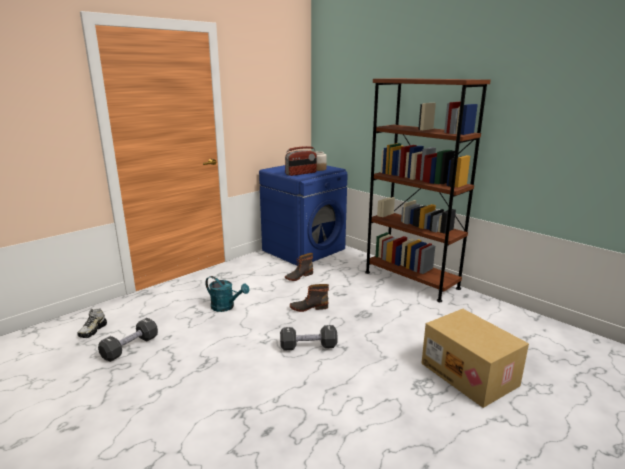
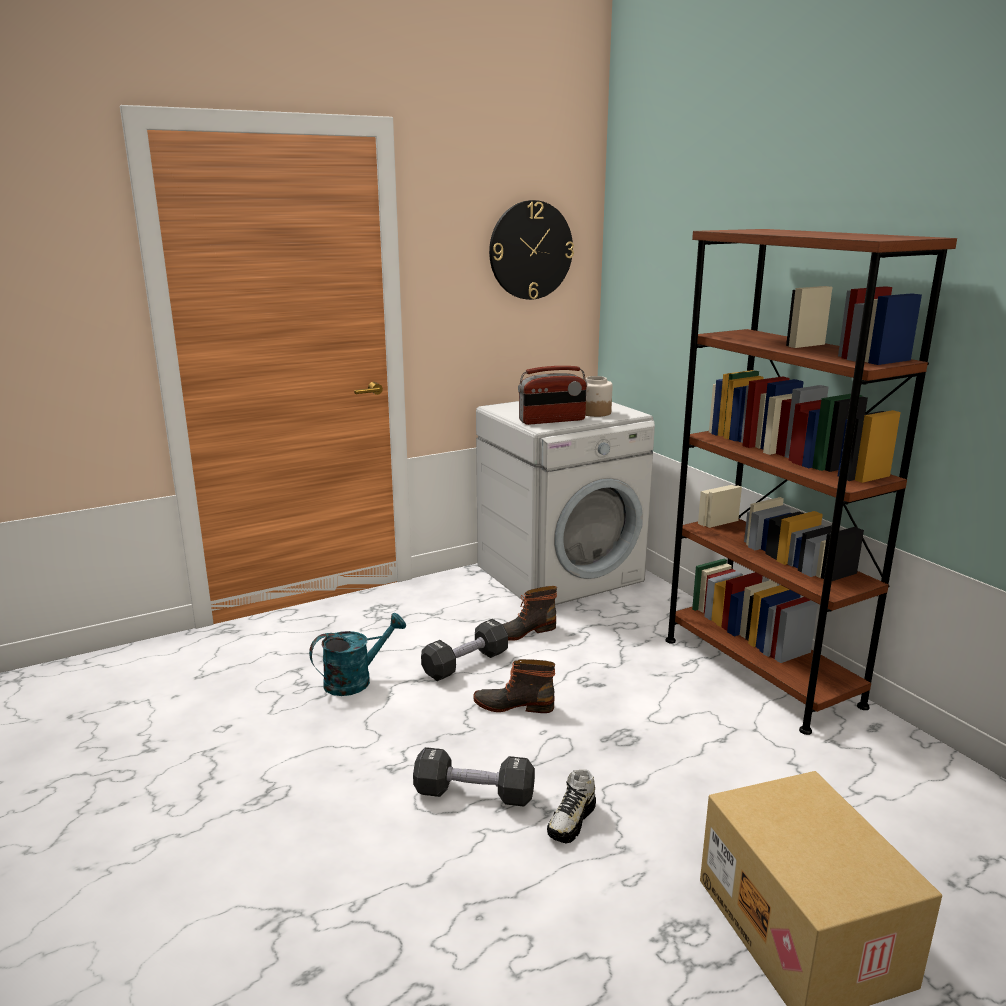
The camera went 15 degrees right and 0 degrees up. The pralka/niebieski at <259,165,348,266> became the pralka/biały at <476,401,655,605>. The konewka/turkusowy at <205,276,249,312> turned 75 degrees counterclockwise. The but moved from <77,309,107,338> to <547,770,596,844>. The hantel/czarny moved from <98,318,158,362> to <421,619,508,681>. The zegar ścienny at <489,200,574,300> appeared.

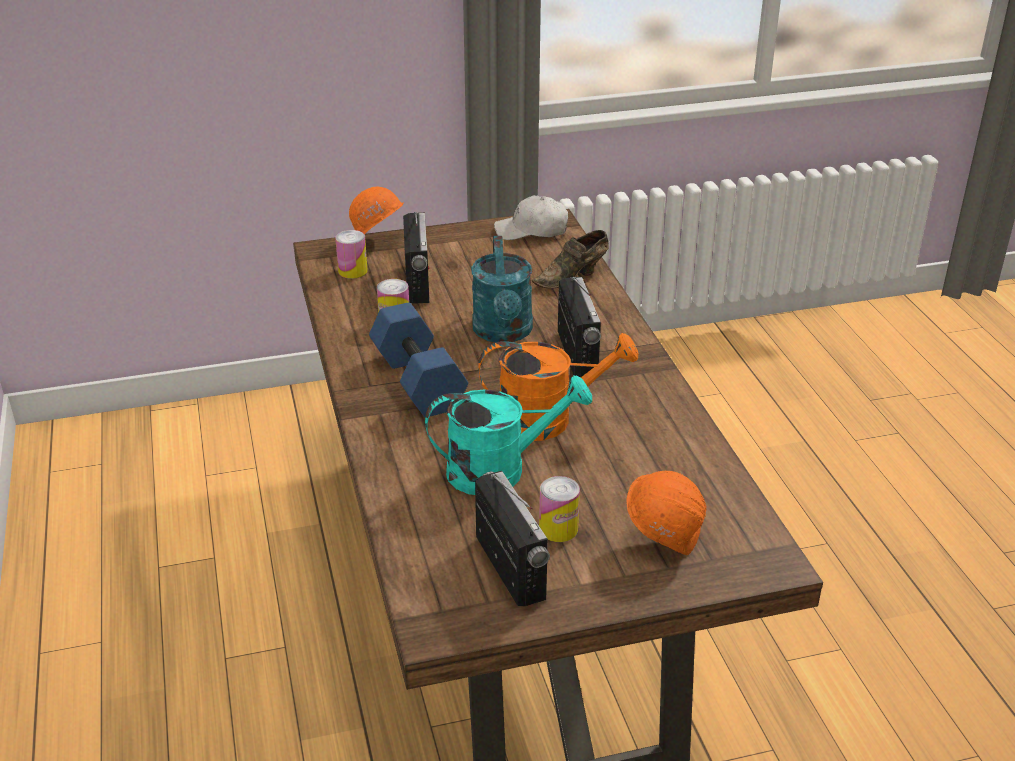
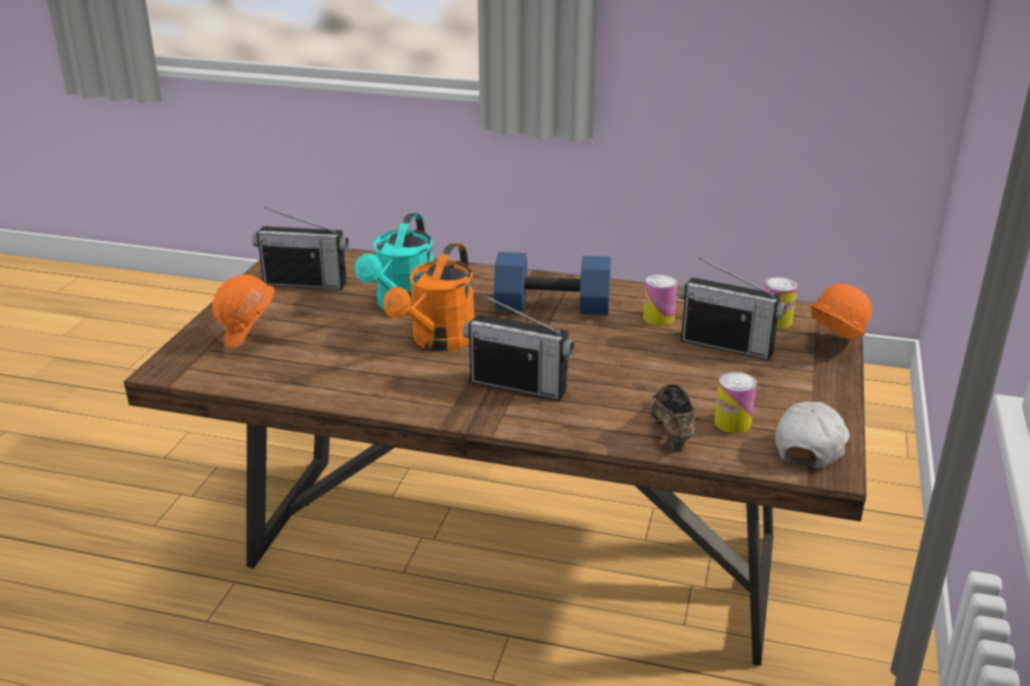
The camera went 120 degrees right and 5 degrees down. The konewka/turkusowy at <471,236,533,342> disappeared. The puszka moved from <539,476,580,542> to <714,372,757,433>.

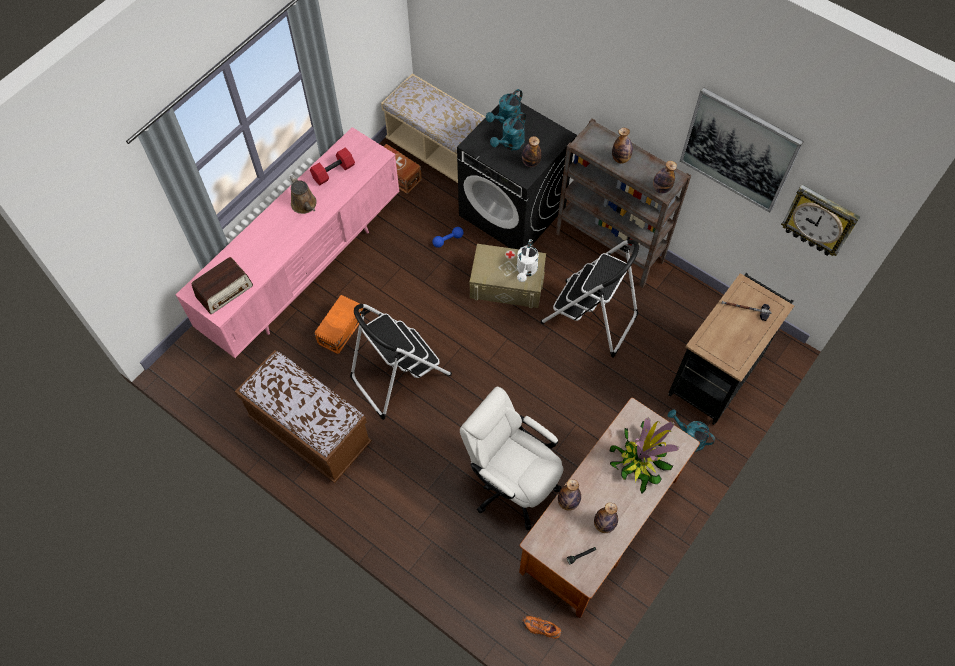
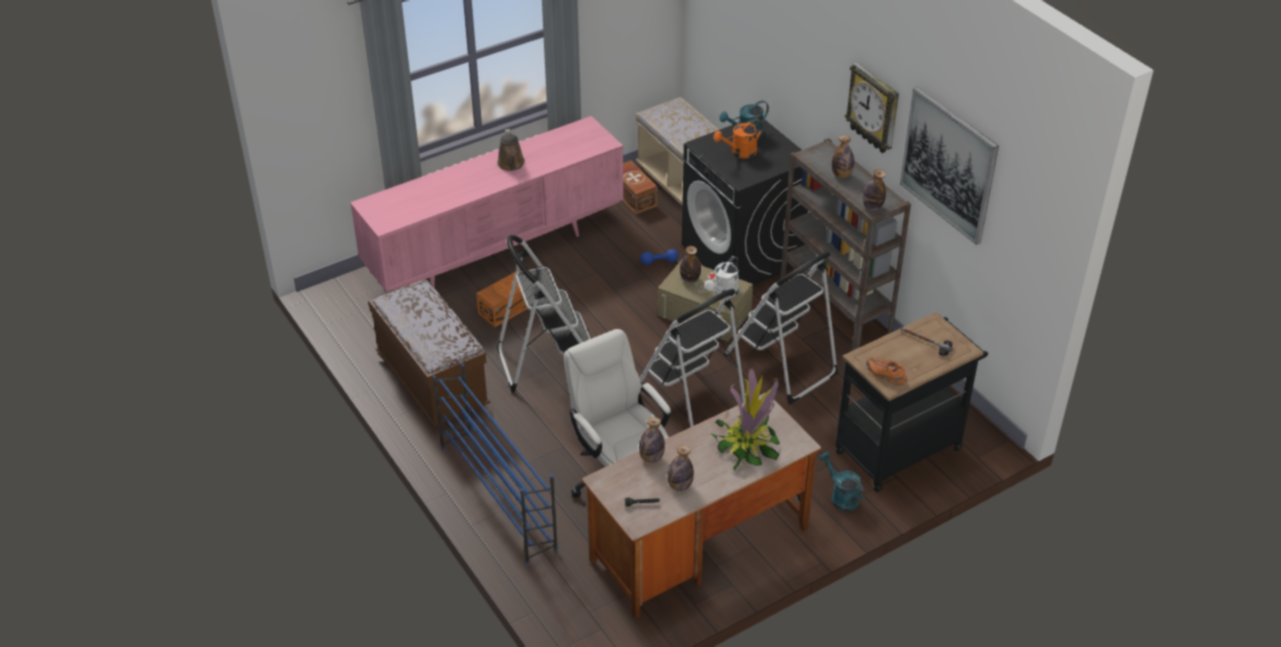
The camera went 20 degrees right and 20 degrees down. The konewka/turkusowy at <490,112,526,150> became the konewka/pomarańczowy at <713,119,763,159>. The butelka moved from <522,136,542,167> to <680,246,701,283>. The hantel/czerwony at <310,148,355,186> disappeared. The zegar ścienny moved from <781,185,860,256> to <845,62,899,153>. The radio at <191,257,253,314> disappeared. The but/pomarańczowy moved from <522,616,561,639> to <866,357,907,386>. The drabinka at <640,289,746,427> appeared. The regał na buty/niebieski at <433,364,558,564> appeared.

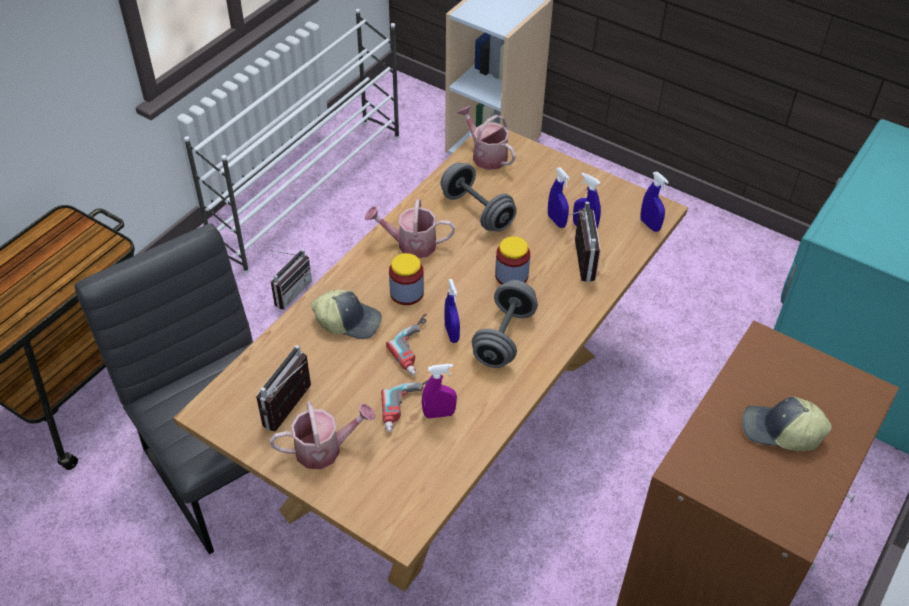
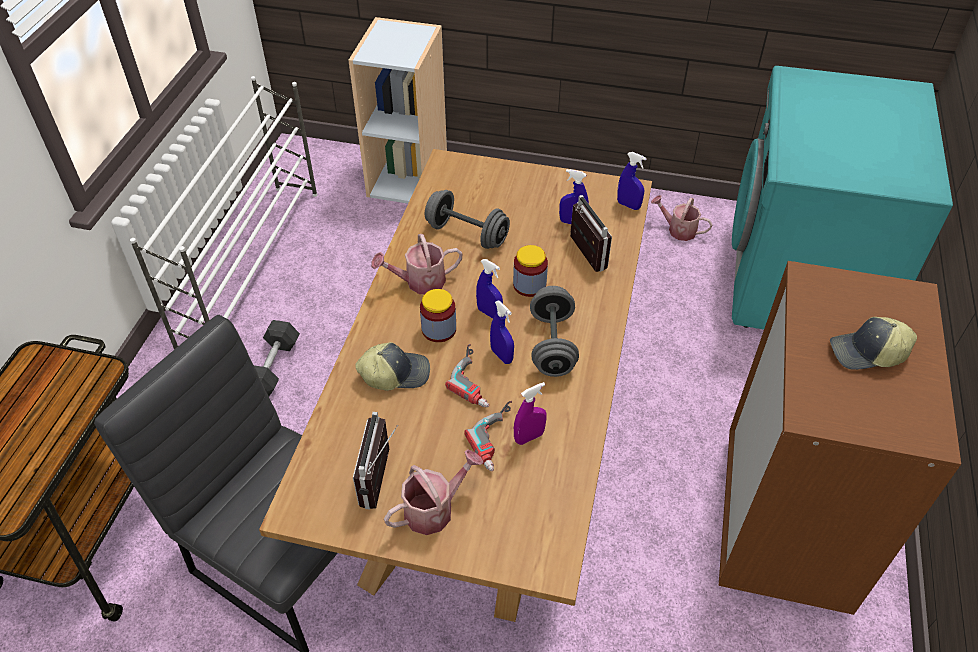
The camera went 20 degrees left and 0 degrees up. The konewka moved from <457,105,516,170> to <651,195,713,241>. The spryskiwacz/niebieski moved from <548,167,570,228> to <476,259,503,319>. The radio at <269,249,312,310> was replaced by the hantel/szary at <254,320,300,396>.

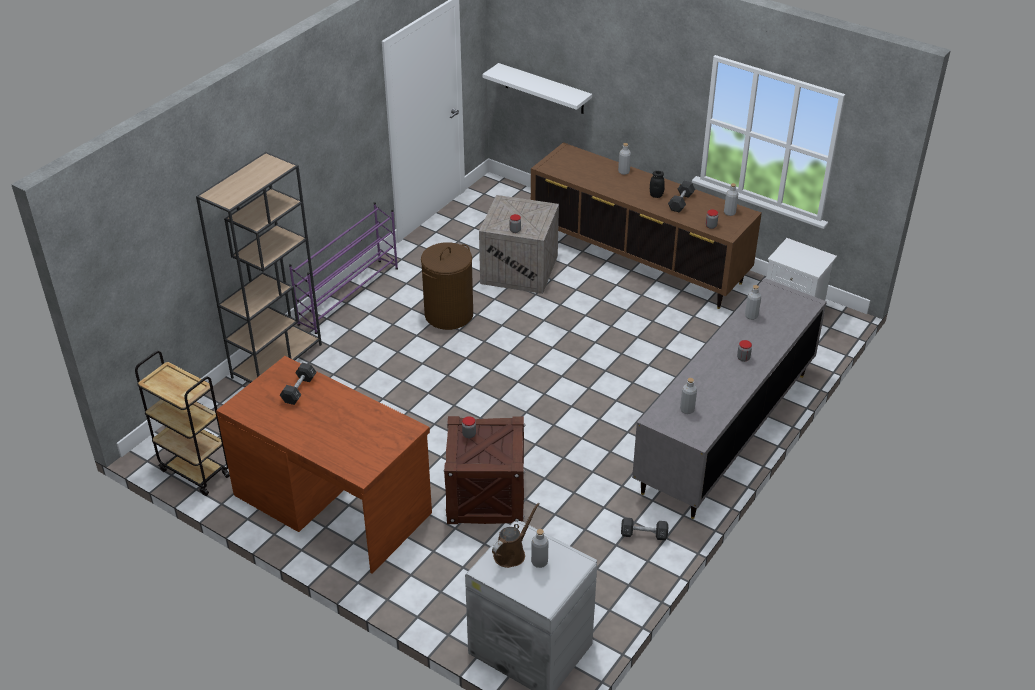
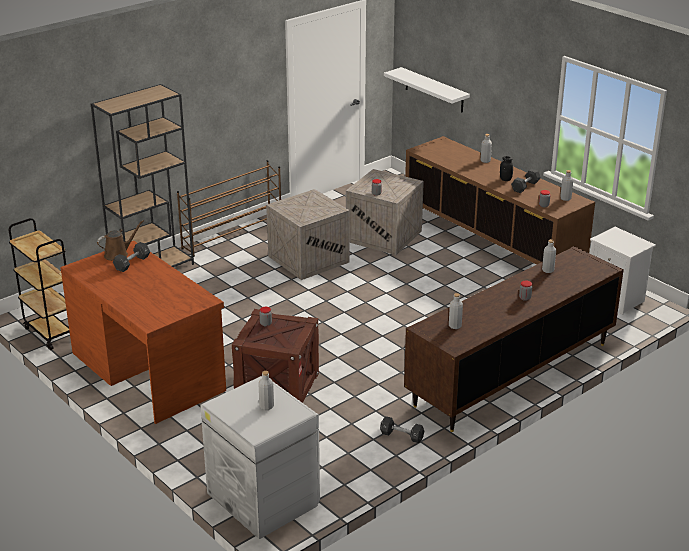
The camera went 15 degrees right and 10 degrees down. The regał na buty/fioletowy at <289,202,398,334> became the regał na buty/brązowy at <177,160,281,257>. The kosz na pranie/brązowy at <421,242,473,330> was replaced by the skrzynka at <266,189,350,280>. The szafka/szary at <632,278,827,519> became the szafka/brązowy at <404,246,624,432>. The konewka/brązowy moved from <492,503,540,568> to <97,220,144,261>.

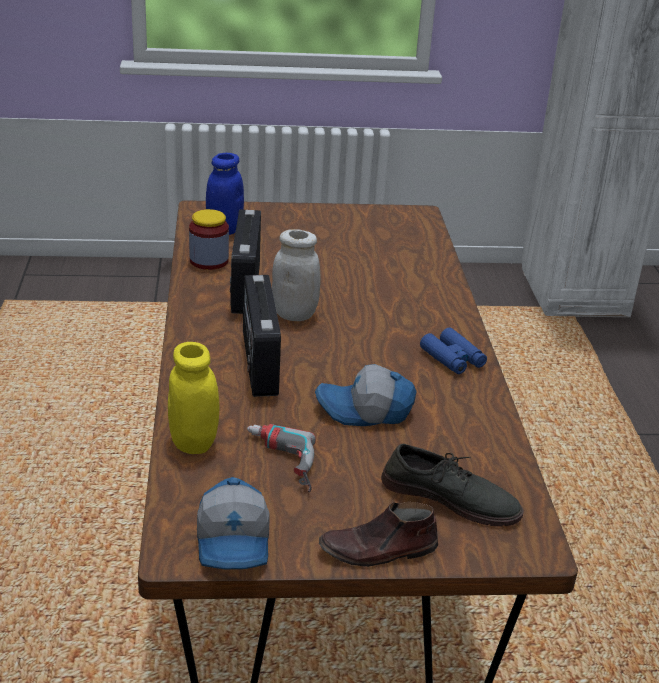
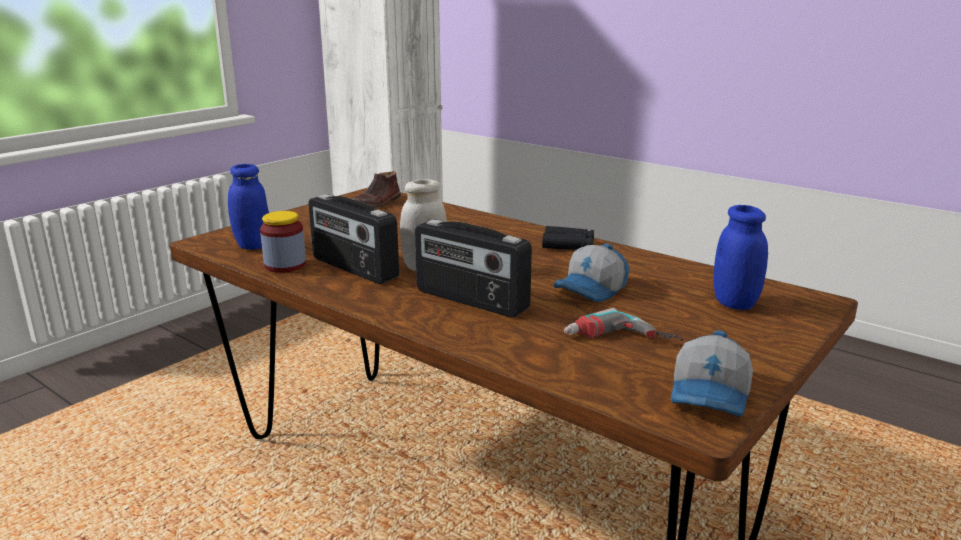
The camera went 45 degrees left and 10 degrees down. The lornetka/niebieski at <420,328,487,374> became the lornetka/czarny at <542,226,594,250>. The słoik/żółty at <168,342,220,454> disappeared. The but/szary at <381,444,524,526> was replaced by the słoik/niebieski at <713,205,768,310>. The czapka z daszkiem at <197,477,270,570> turned 75 degrees clockwise. The but/brązowy moved from <319,502,438,567> to <352,171,401,208>.

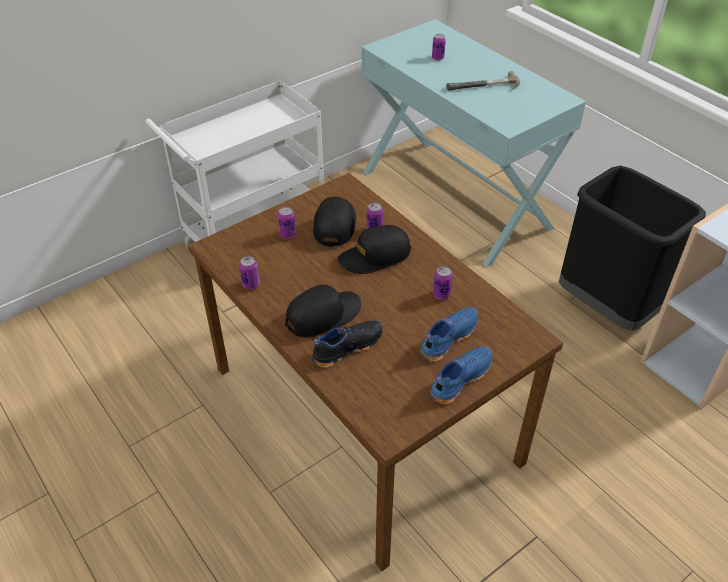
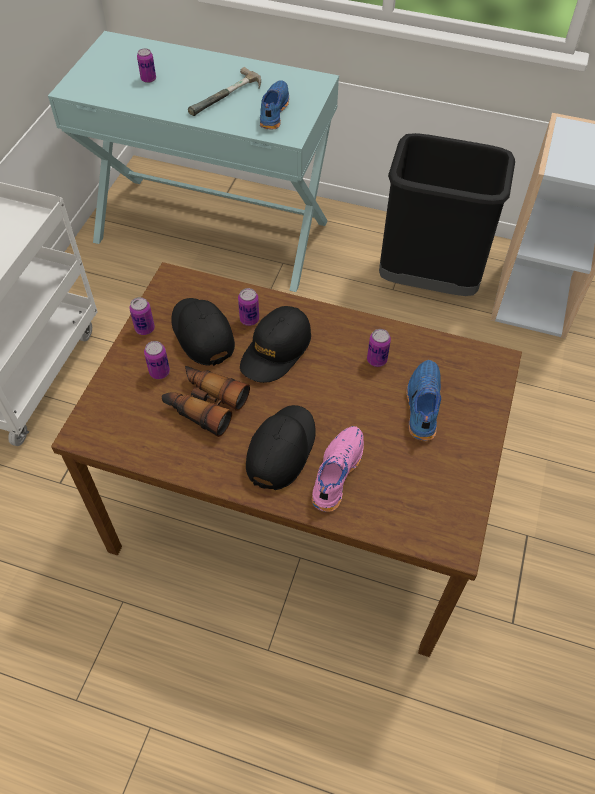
The camera went 35 degrees left and 10 degrees up. The puszka moved from <239,256,260,290> to <129,297,155,335>. The but/czarny at <312,320,383,368> became the but/różowy at <312,426,364,512>. The but/niebieski moved from <430,347,492,404> to <260,80,289,130>. The lornetka at <162,366,250,437> appeared.

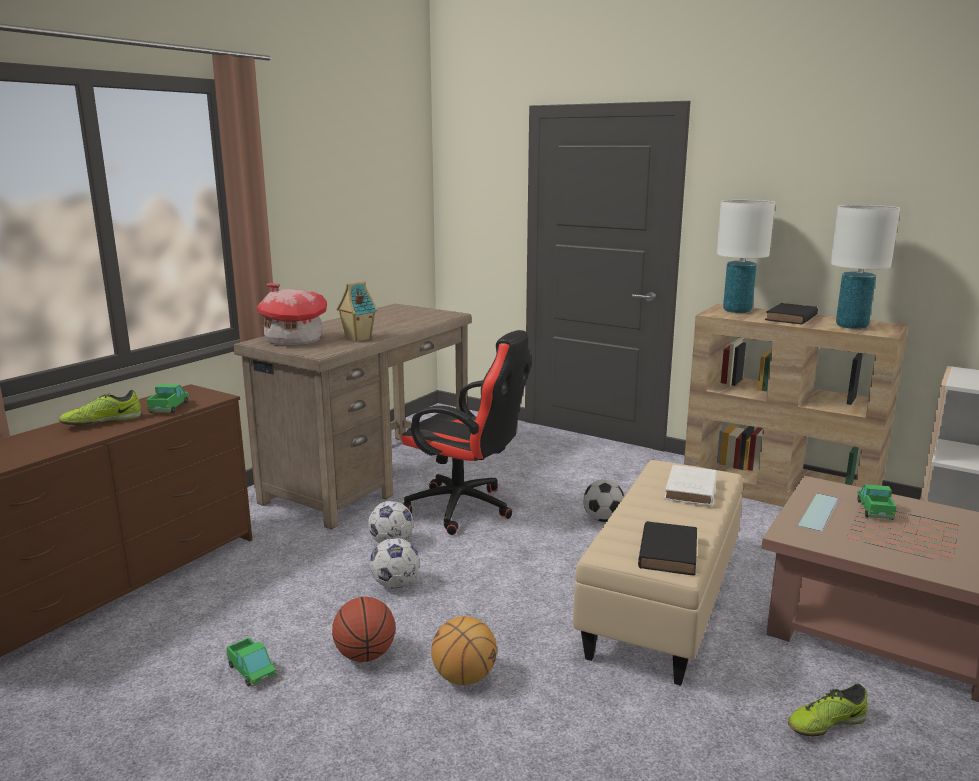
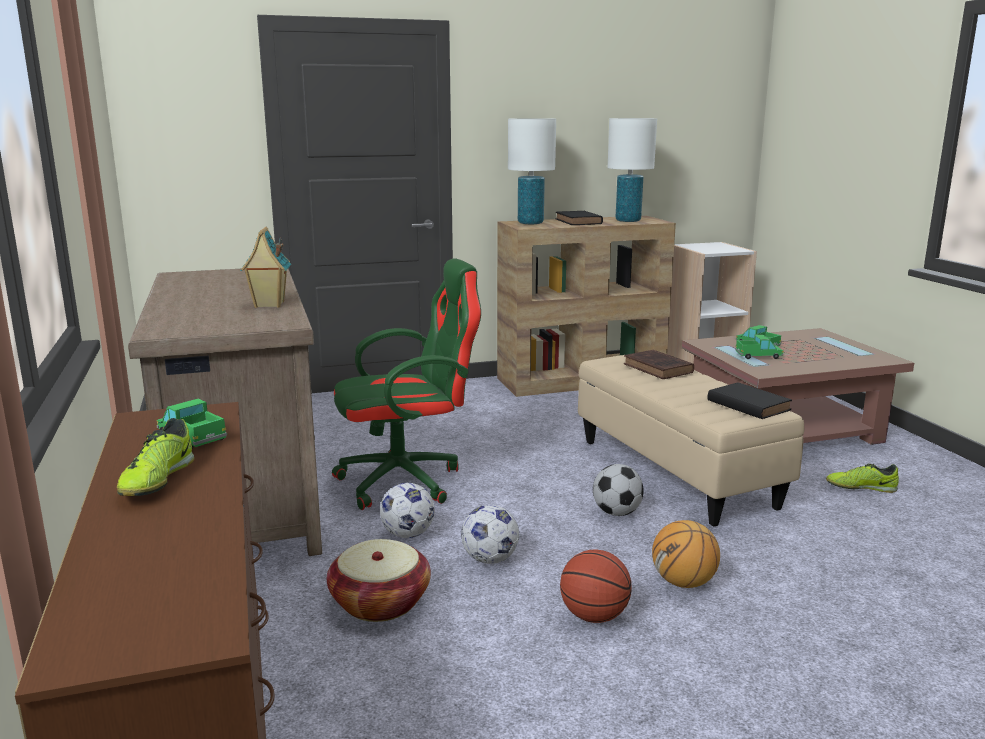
The camera went 50 degrees left and 0 degrees up. The domek at <257,283,327,345> disappeared. The krzesło biurowe/czarny at <401,330,532,535> became the krzesło biurowe/zielony at <332,259,481,510>. The książka/biały at <664,465,717,506> became the książka/brązowy at <624,350,694,379>. The piłka futbolowa moved from <583,480,624,522> to <593,464,644,516>. The ciężarówka zabawkowa moved from <227,637,277,687> to <735,335,784,359>. The but at <788,683,867,736> turned 75 degrees clockwise. The koszyk at <327,539,431,622> appeared.

